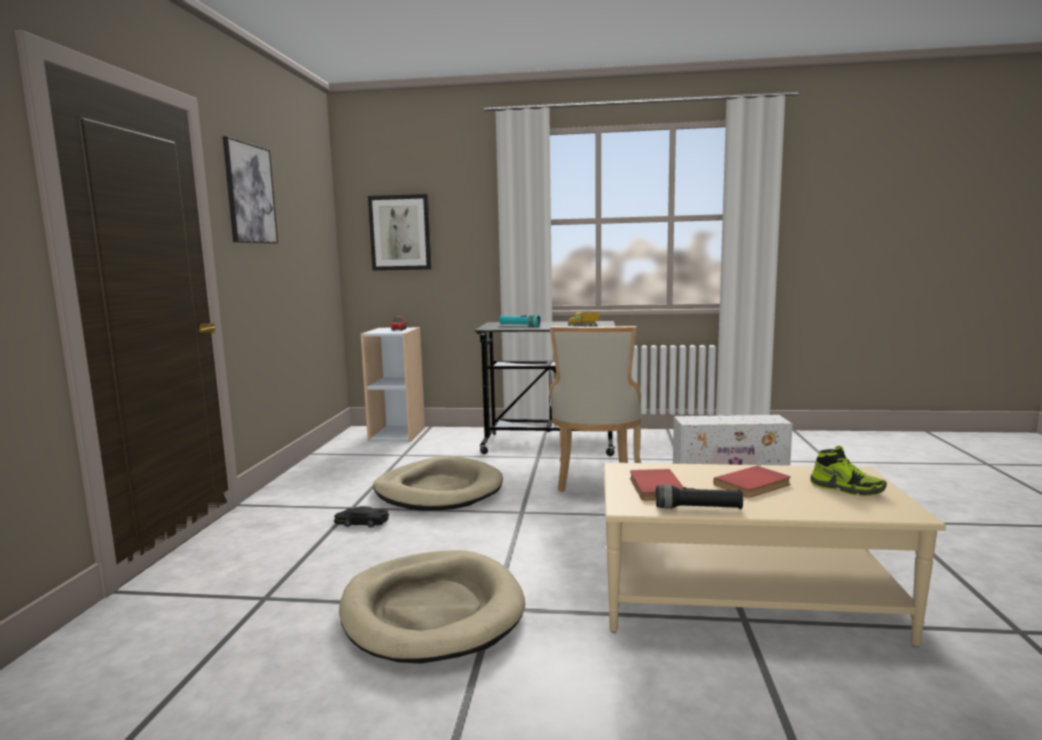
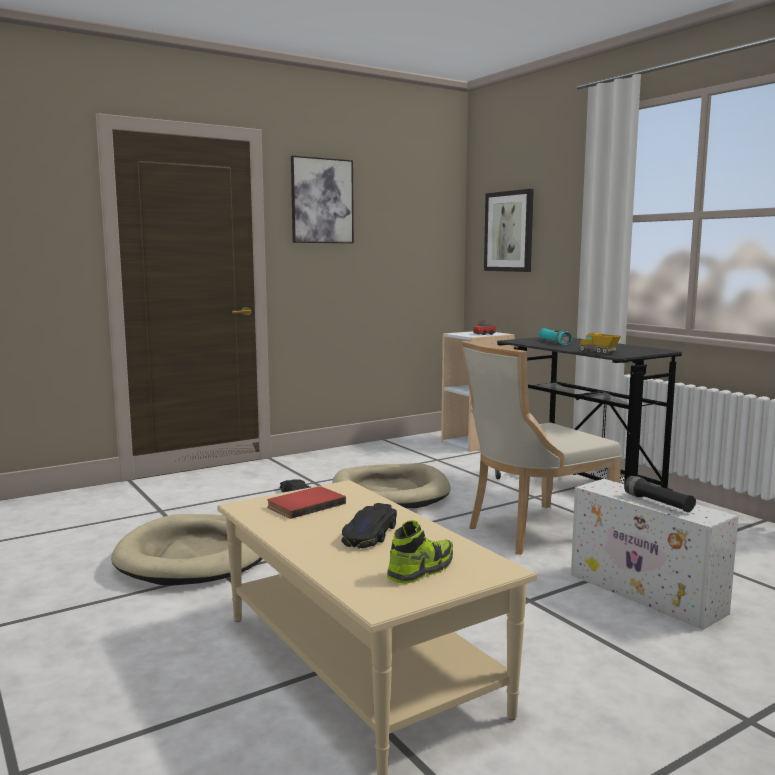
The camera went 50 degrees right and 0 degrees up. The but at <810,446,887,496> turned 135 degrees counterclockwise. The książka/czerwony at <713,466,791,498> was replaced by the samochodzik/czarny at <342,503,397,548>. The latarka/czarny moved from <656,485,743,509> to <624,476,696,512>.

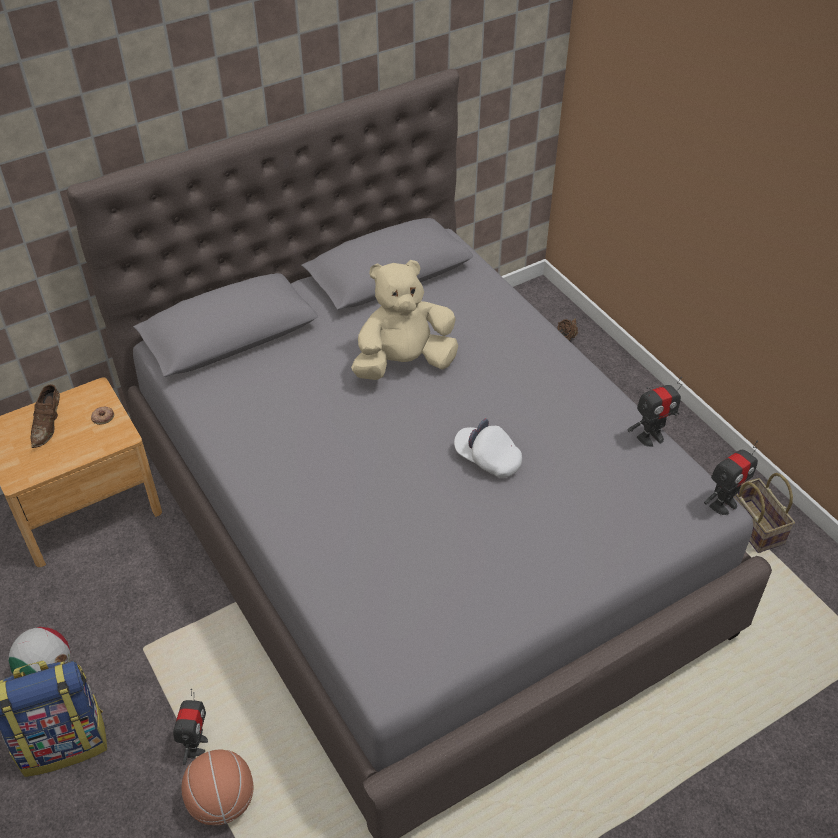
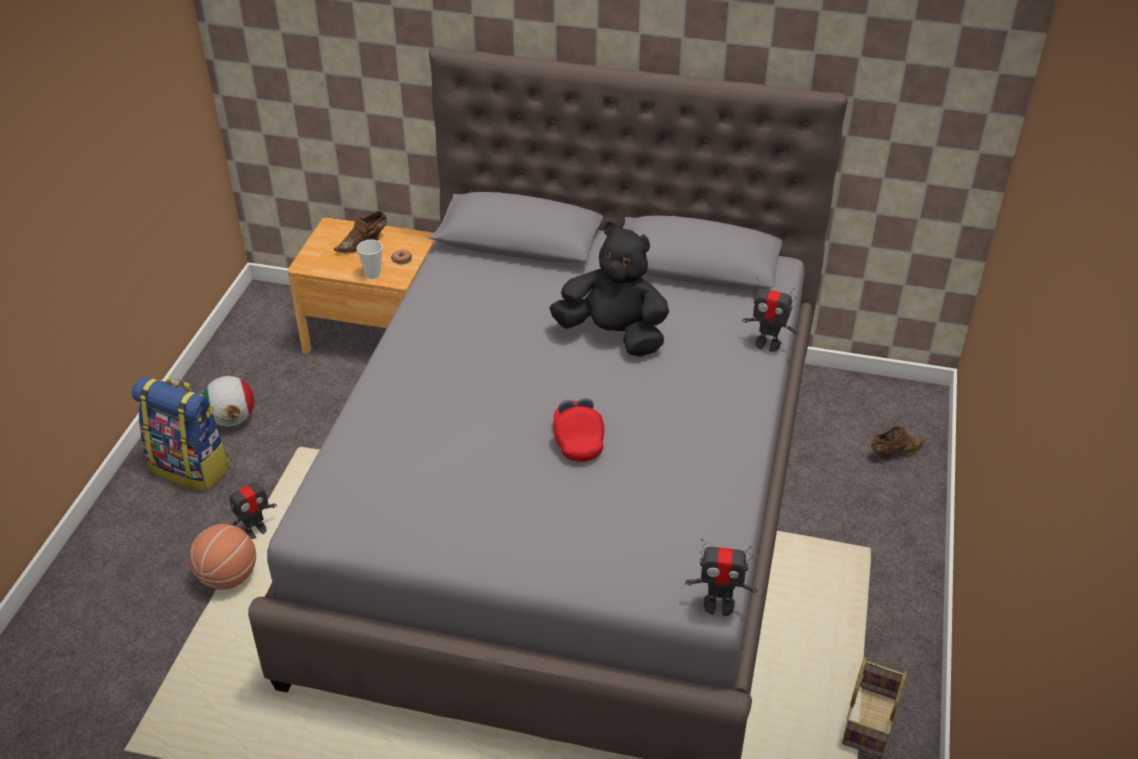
The camera went 45 degrees right and 5 degrees down. The pluszak/beżowy at <351,260,458,380> became the pluszak/czarny at <550,222,669,356>. The robot zabawkowy moved from <627,377,682,447> to <742,278,799,352>. The czapka z daszkiem/biały at <454,419,522,478> became the czapka z daszkiem/czerwony at <553,398,604,462>. The filiżanka at <357,240,383,279> appeared.

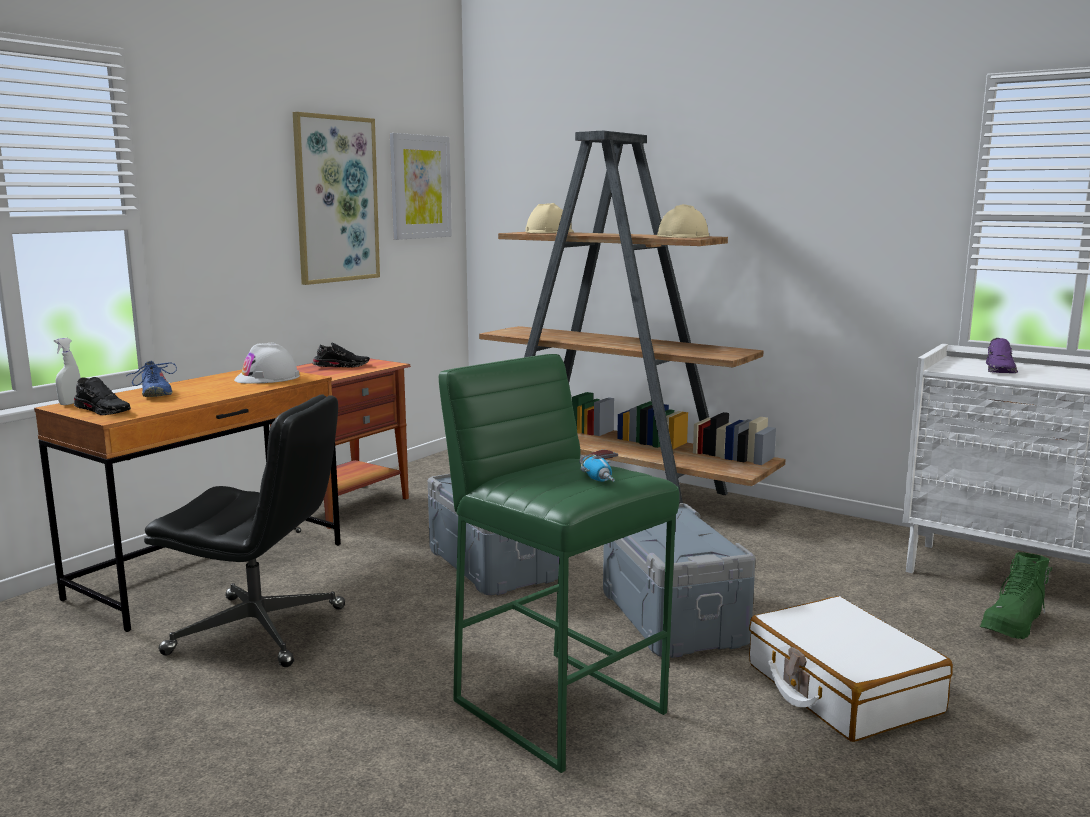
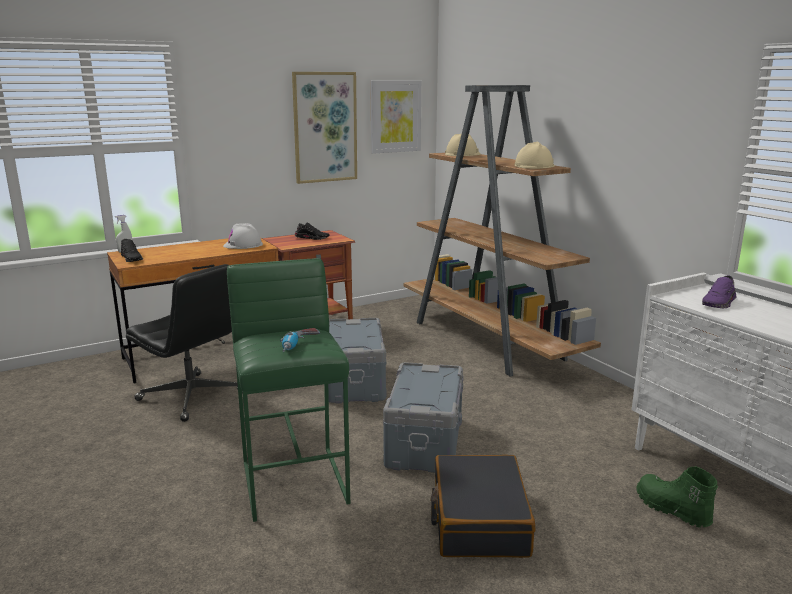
The camera went 25 degrees right and 5 degrees up. The but/niebieski at <126,361,177,397> disappeared. The but z cholewką/zielony at <980,552,1052,639> turned 75 degrees clockwise. The walizka/biały at <749,596,953,742> became the walizka/czarny at <431,455,535,558>.

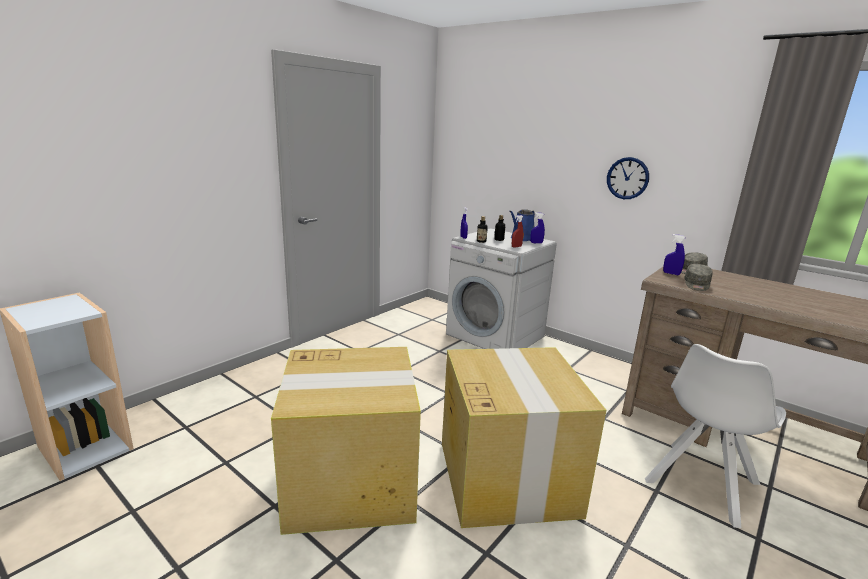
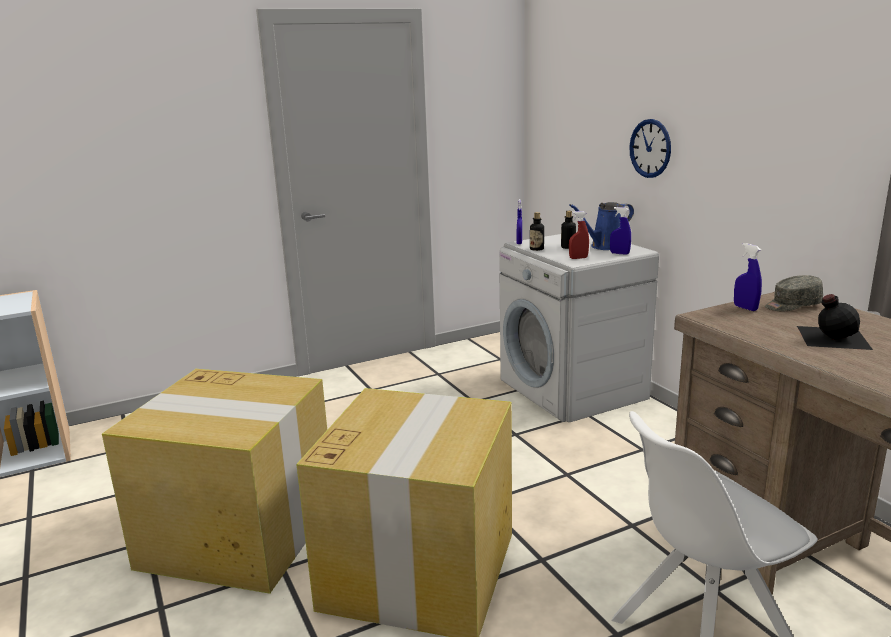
The camera went 25 degrees right and 0 degrees up. The zegar ścienny moved from <607,157,649,199> to <629,119,671,178>. The czapka z daszkiem/szary at <684,264,713,291> disappeared. The butelka/czarny at <797,294,873,350> appeared.

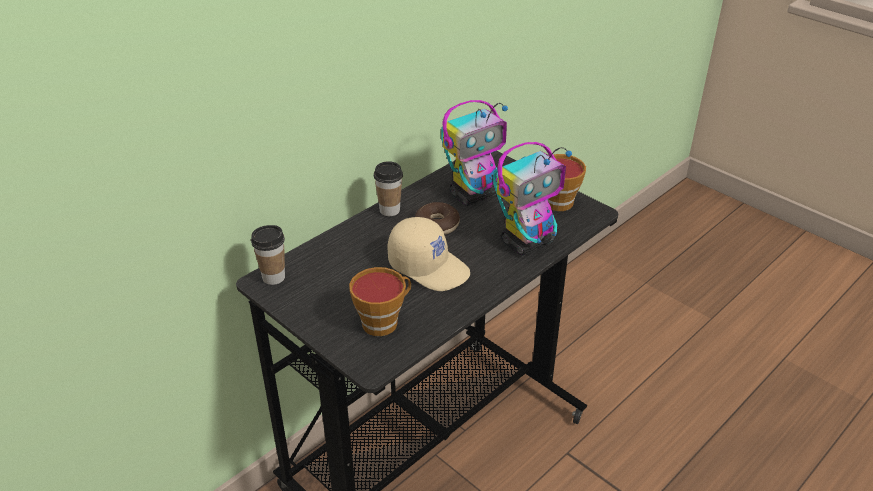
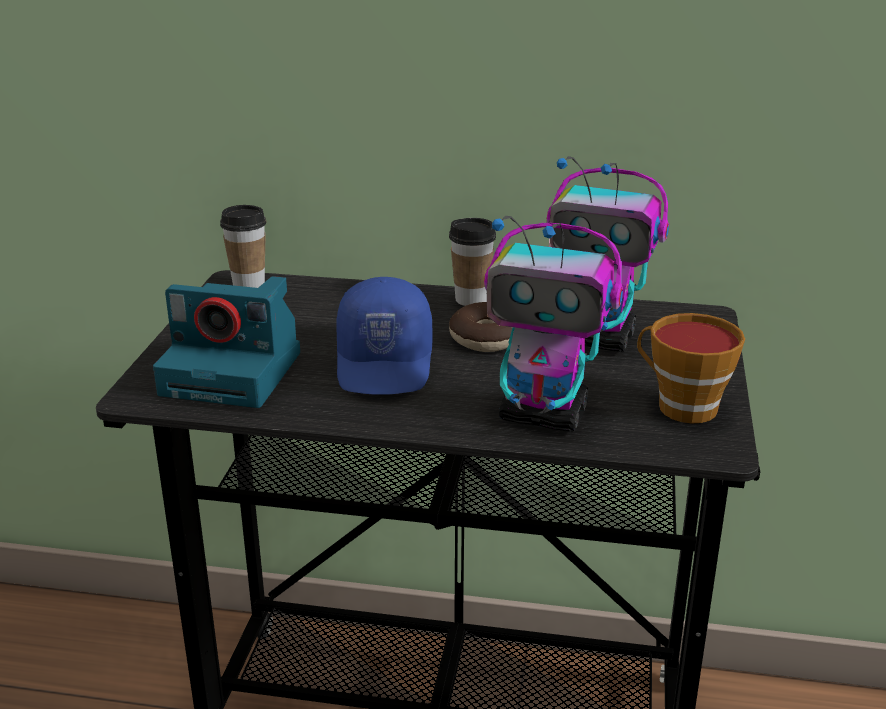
The camera went 55 degrees right and 10 degrees down. The czapka z daszkiem/beżowy at <387,217,470,291> became the czapka z daszkiem/niebieski at <336,277,433,395>. The filiżanka at <349,267,411,336> was replaced by the aparat fotograficzny at <153,276,300,408>.

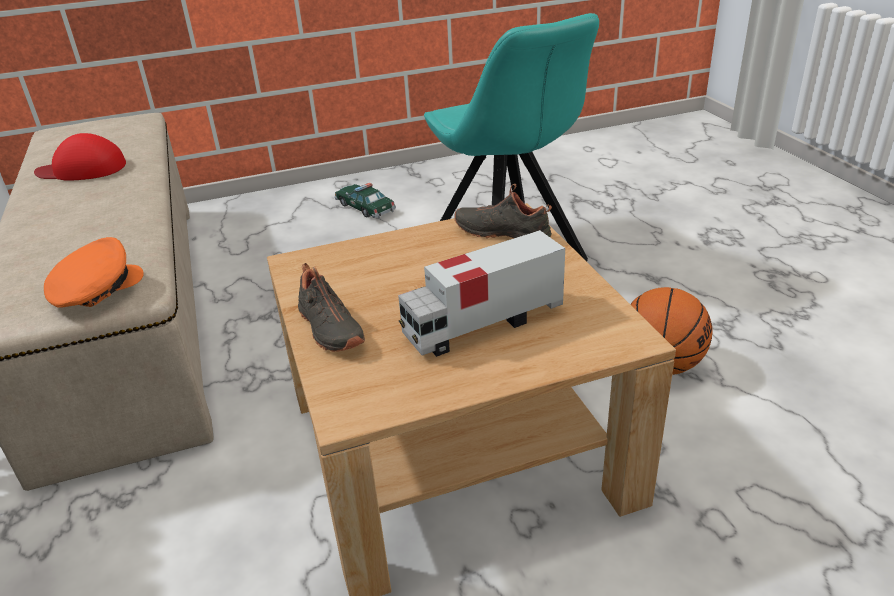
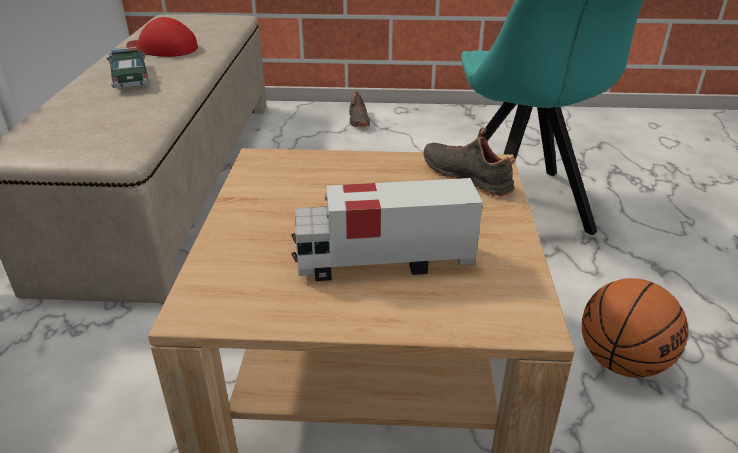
The camera went 20 degrees right and 0 degrees up. The samochodzik moved from <334,183,396,218> to <106,47,151,90>. The czapka z daszkiem/pomarańczowy at <44,237,144,308> disappeared. The but/czarny moved from <298,263,365,352> to <349,90,370,127>.

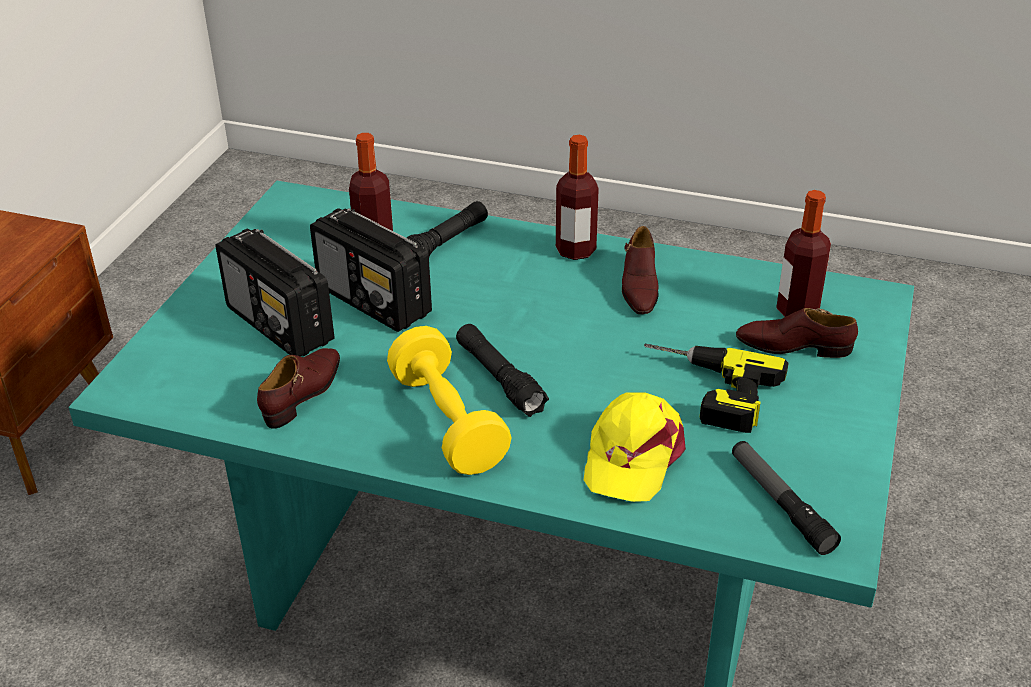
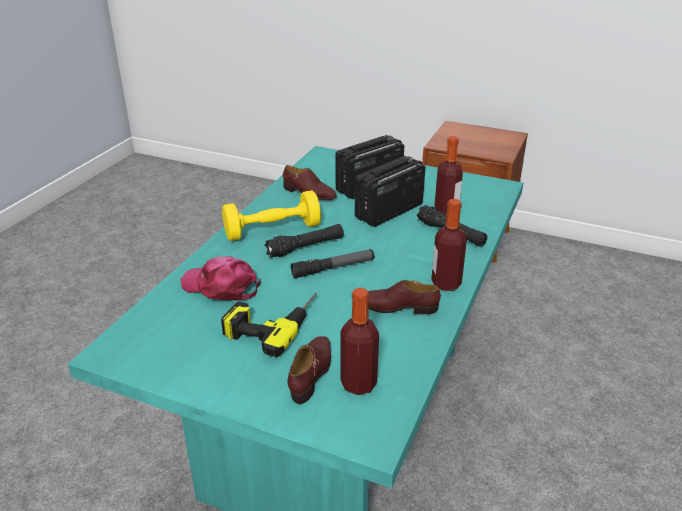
The camera went 95 degrees right and 5 degrees down. The czapka z daszkiem/żółty at <584,393,686,502> became the czapka z daszkiem/różowy at <180,256,261,301>. The latarka moved from <732,441,841,555> to <291,249,374,278>.

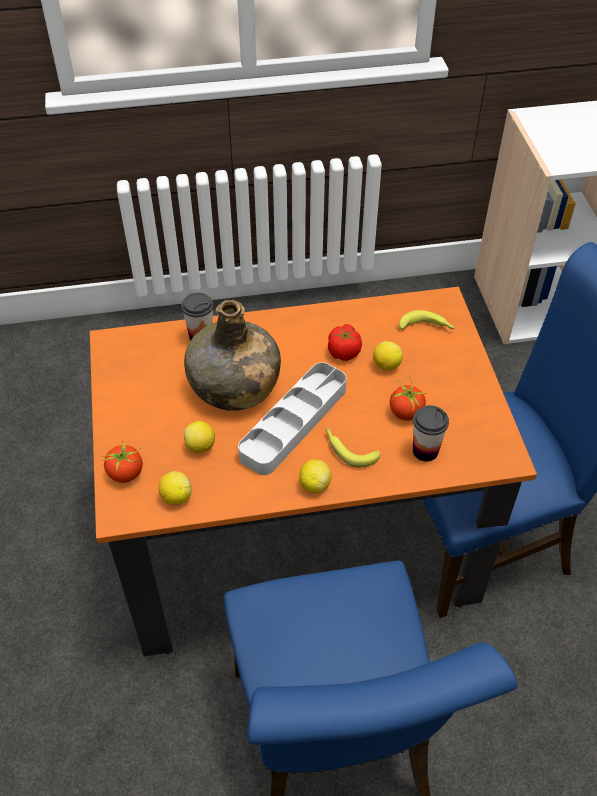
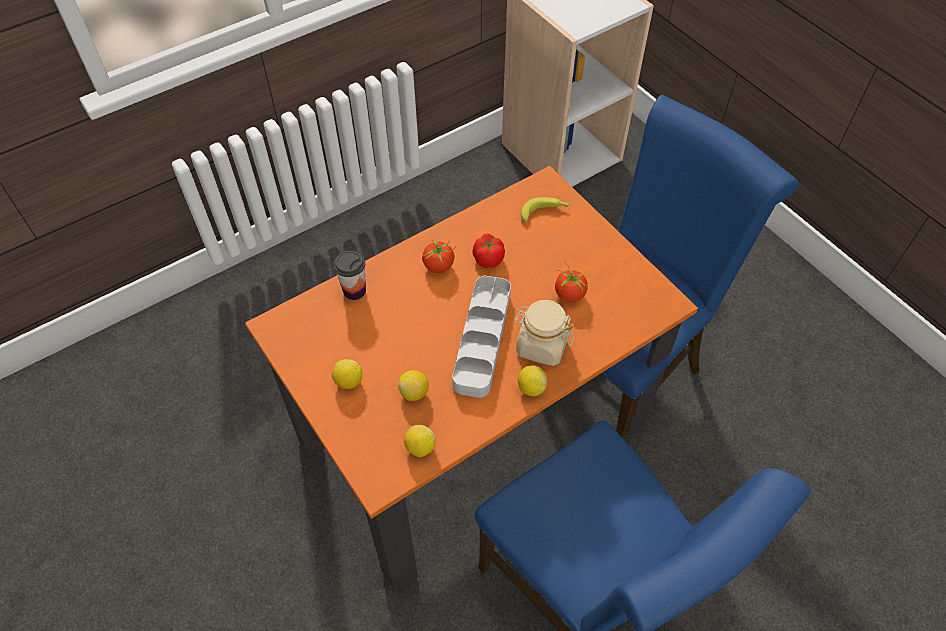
The camera went 25 degrees left and 5 degrees up. The butelka/zielony at <184,300,281,411> disappeared. The cytryna moved from <373,341,403,371> to <332,359,363,389>. The filiżanka at <413,405,449,462> disappeared. The banan at <325,428,380,468> was replaced by the słoik/beżowy at <514,300,574,366>. The pomidor moved from <102,441,143,483> to <421,240,454,273>.

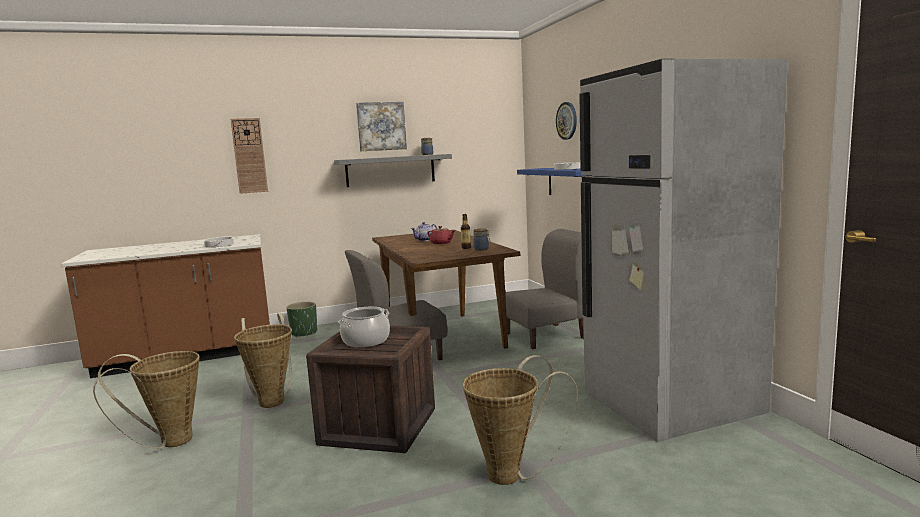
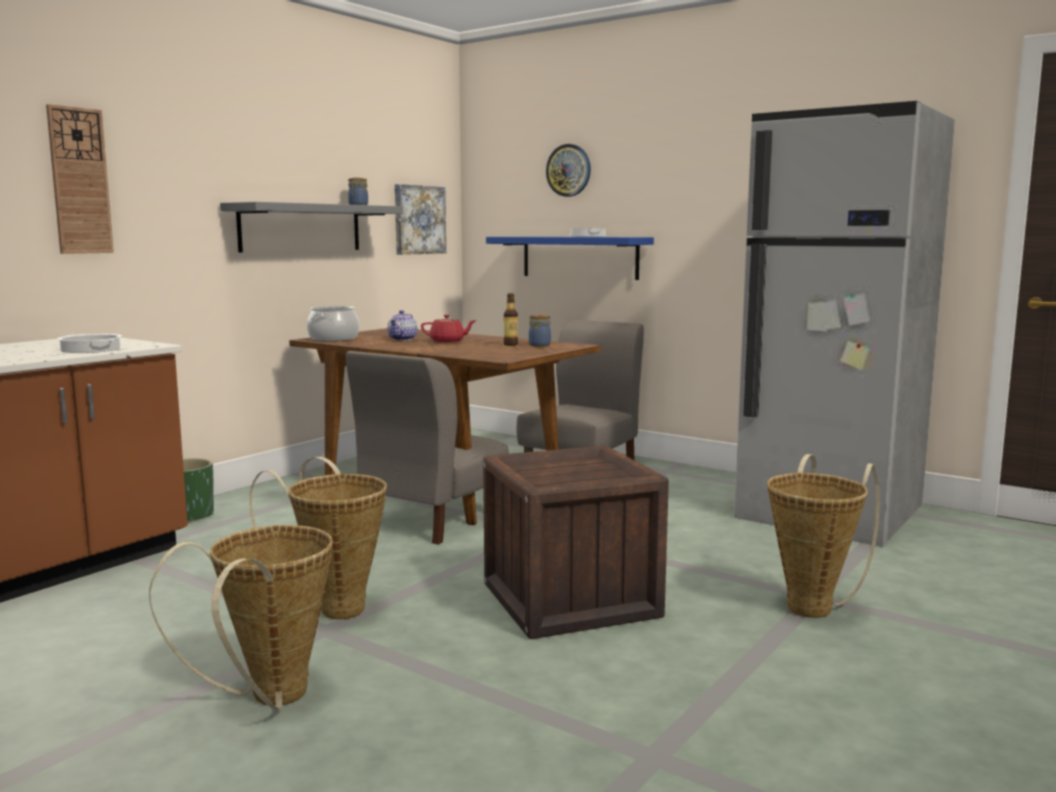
The camera went 35 degrees left and 0 degrees up. The obraz moved from <356,102,407,151> to <395,184,446,255>. The garnek moved from <338,307,390,347> to <307,306,359,342>.

